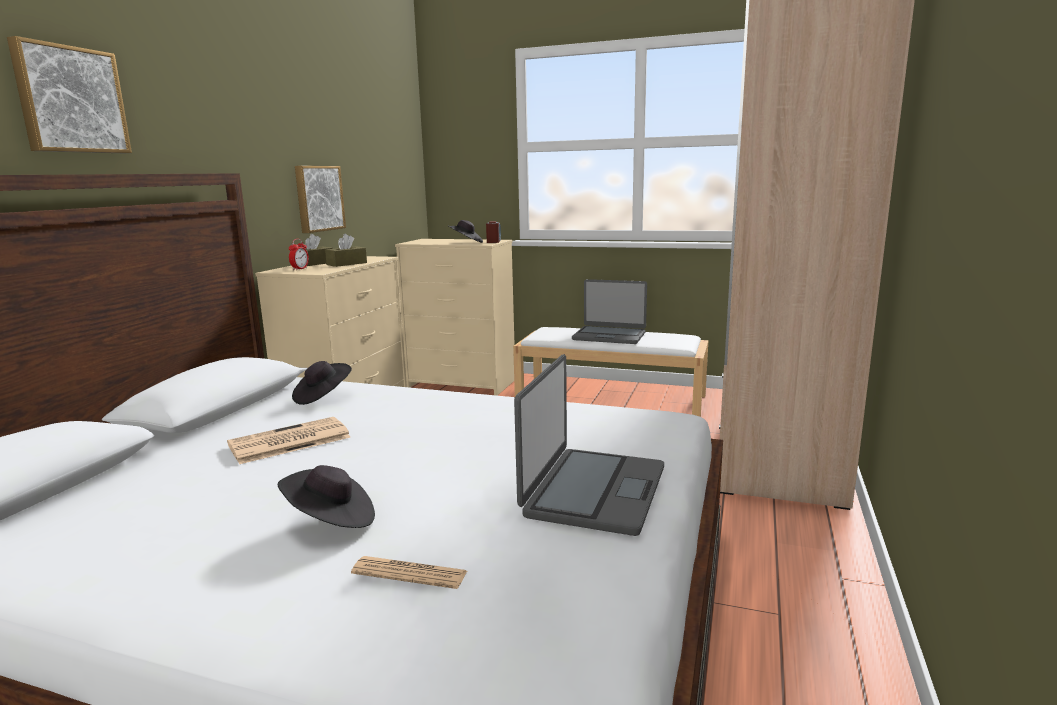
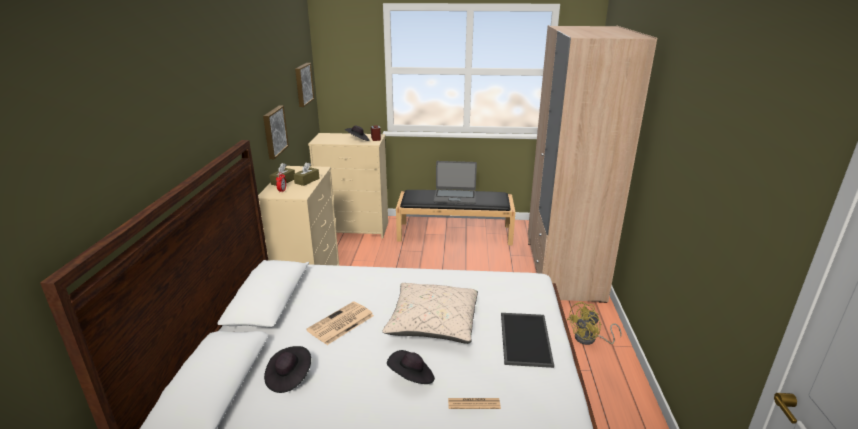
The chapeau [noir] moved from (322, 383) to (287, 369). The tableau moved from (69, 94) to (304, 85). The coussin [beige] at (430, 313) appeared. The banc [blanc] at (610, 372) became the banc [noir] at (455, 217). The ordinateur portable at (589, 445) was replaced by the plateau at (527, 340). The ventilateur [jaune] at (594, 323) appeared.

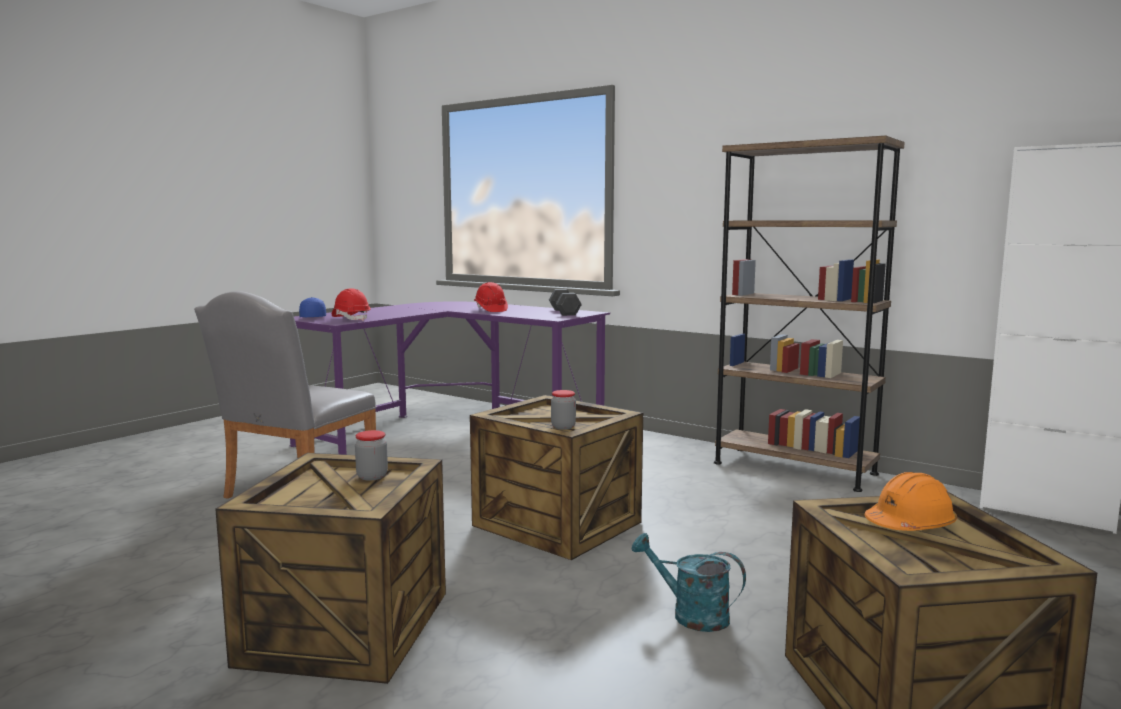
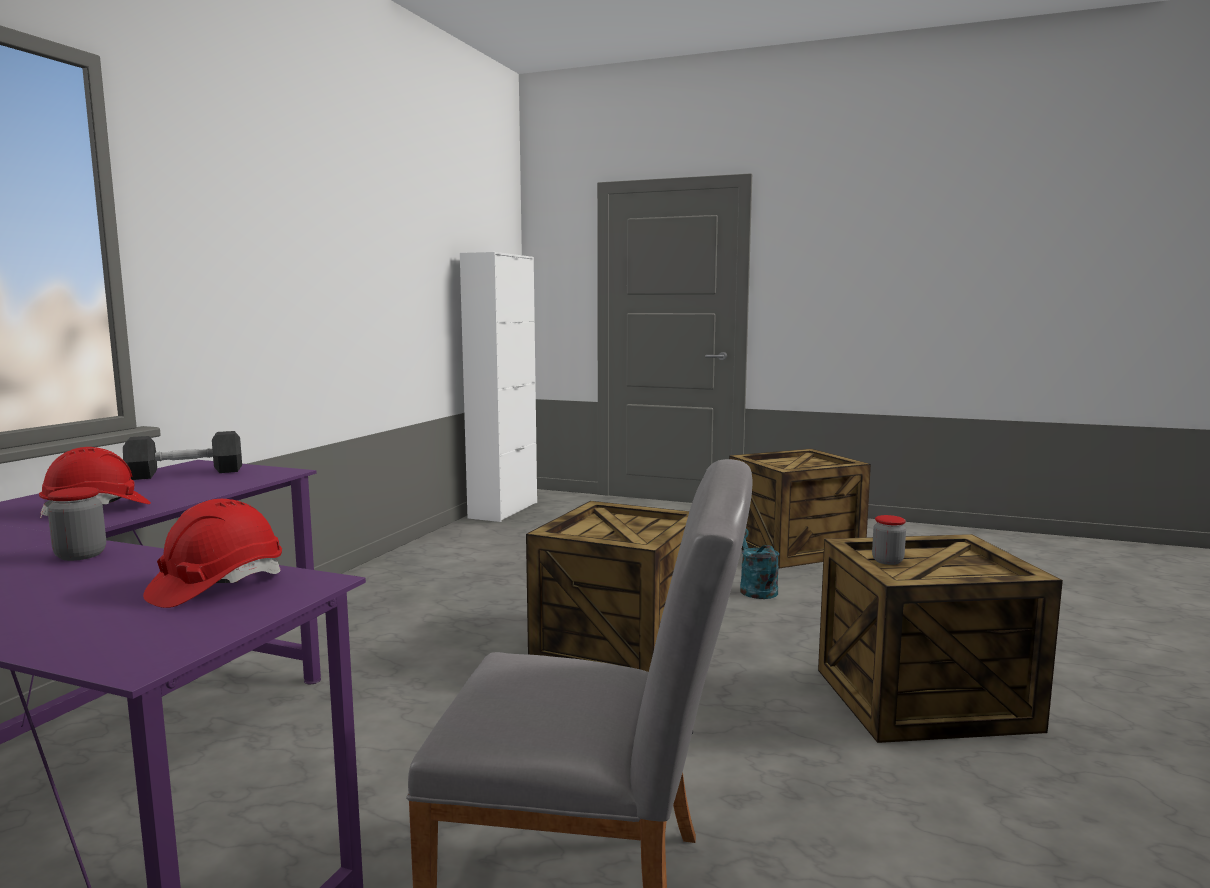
The bocal moved from (563, 410) to (76, 524). The arrosoir [turquoise] at (689, 582) turned 150 degrees clockwise. The casquette [bleu] at (312, 307) disappeared. The bibliothèque [marron] at (809, 314) disappeared. The casque de chantier [orange] at (910, 501) disappeared.

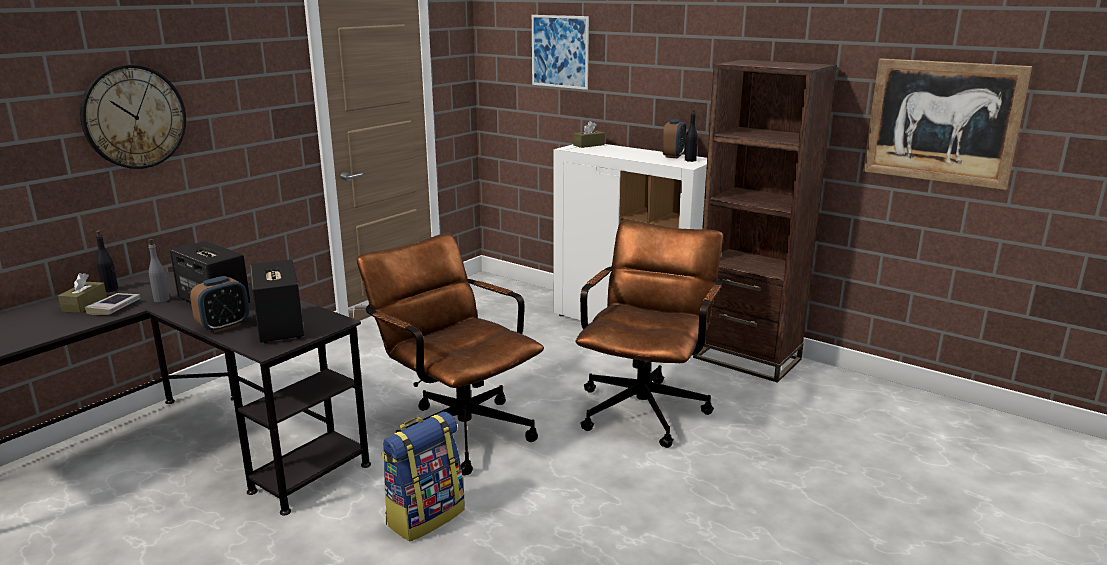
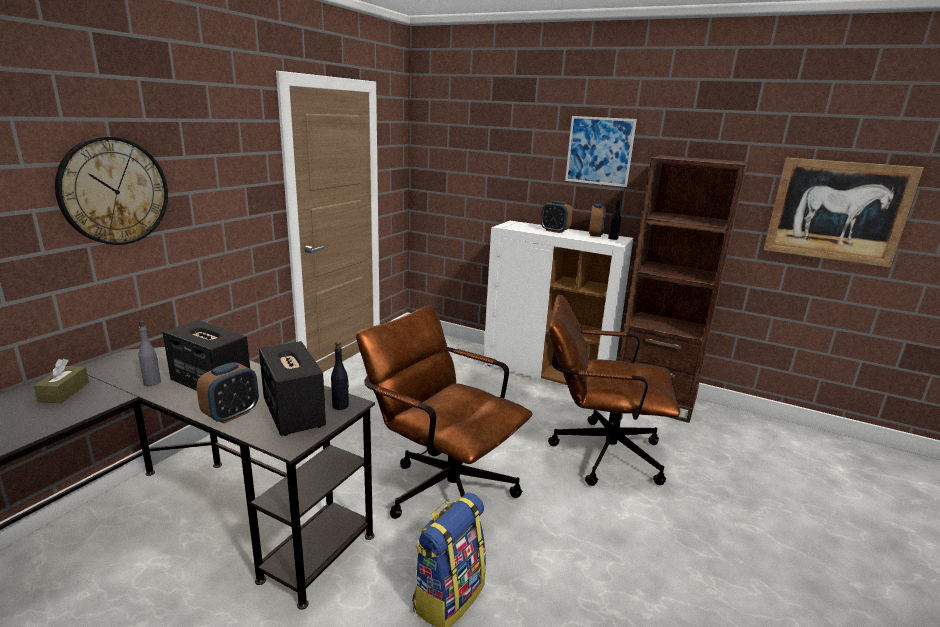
The bouteille [noir] moved from (107, 261) to (340, 376). The réveil at (557, 217) appeared. The chaise de bureau [marron] at (649, 334) turned 90 degrees counterclockwise. The tableau moved from (560, 52) to (601, 151). The livre at (113, 304) disappeared. The boîte à mouchoirs [marron] at (589, 134) disappeared.

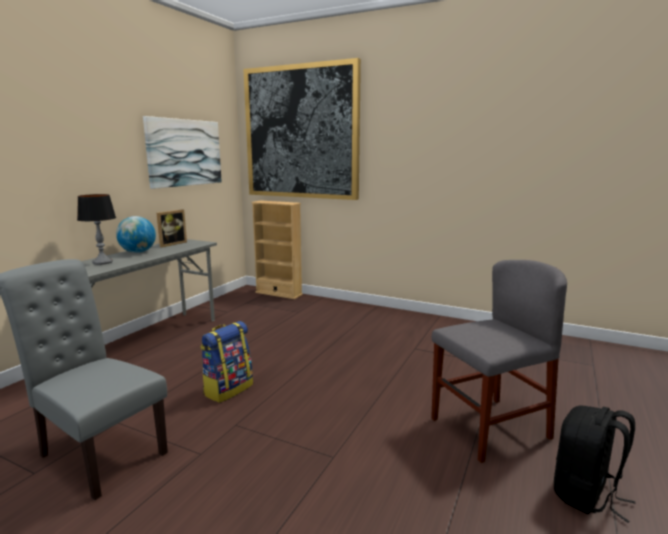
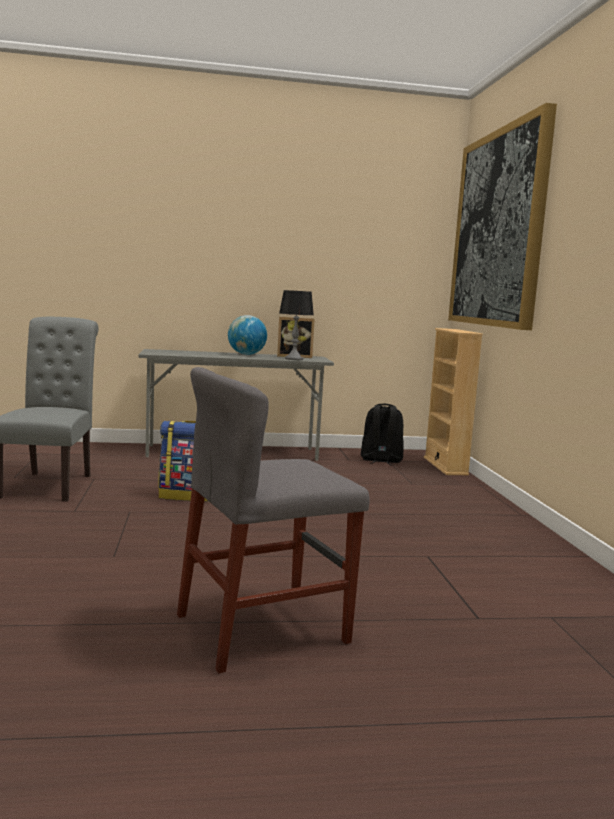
The chaise [gris] at (499, 361) turned 120 degrees clockwise. The lampe de table moved from (96, 229) to (296, 325). The sac à dos [noir] moved from (595, 464) to (382, 434). The tableau at (182, 152) disappeared.

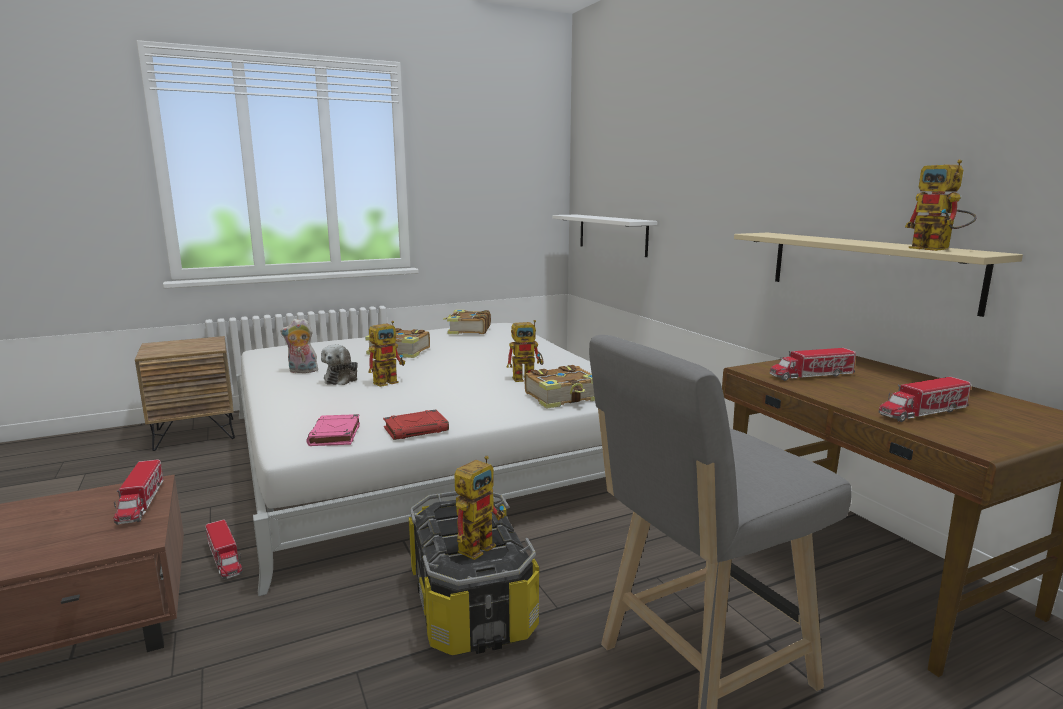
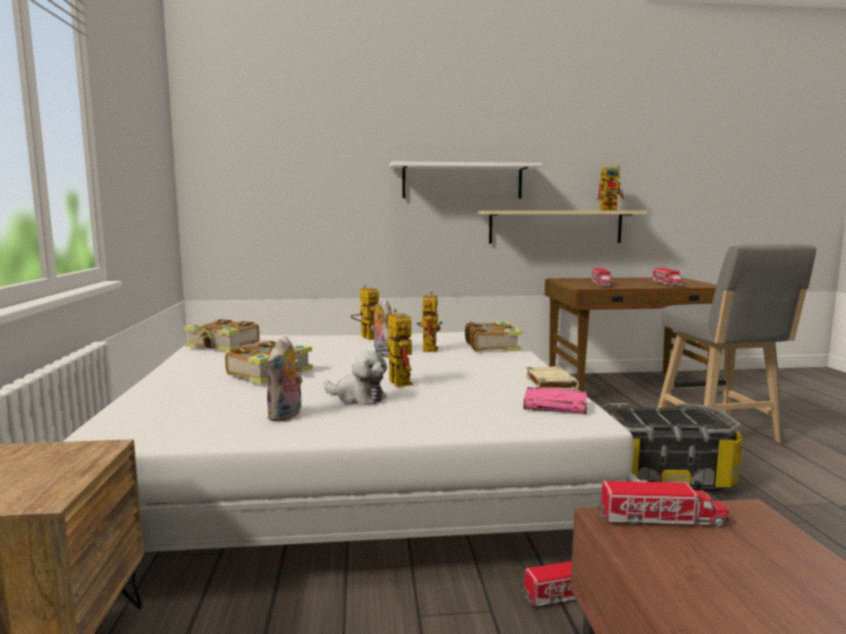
The robot jouet moved from (479, 508) to (365, 312). The peluche at (381, 326) appeared. The étagère [blanc] moved from (604, 236) to (466, 180). The livre [rouge] at (416, 424) became the livre [beige] at (552, 378).

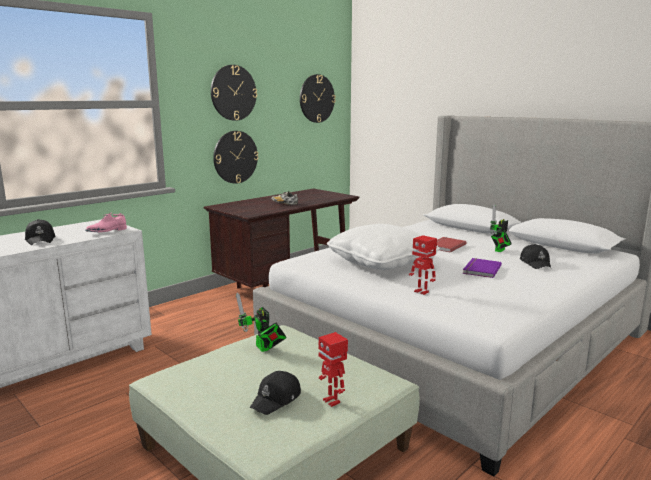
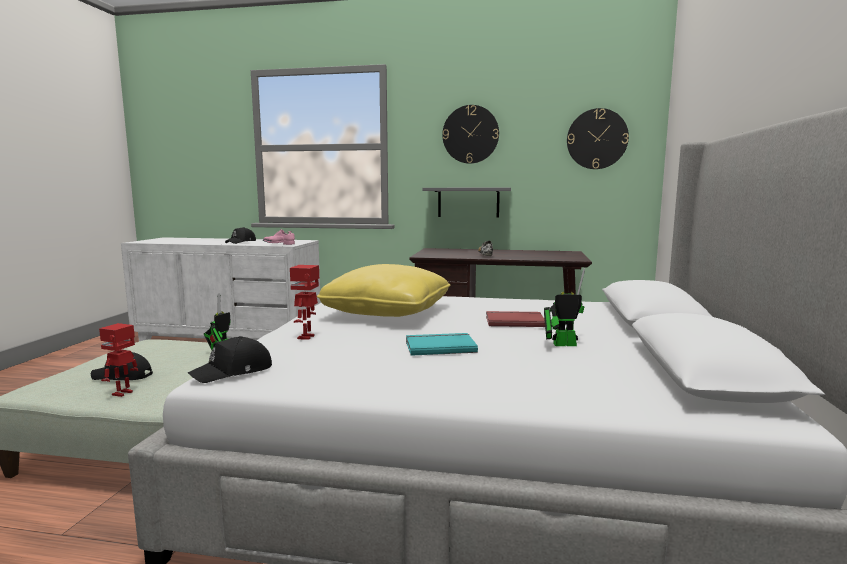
The casquette [noir] moved from (535, 256) to (229, 359). The coussin [blanc] at (383, 247) became the coussin [jaune] at (383, 290). The livre [violet] at (482, 268) became the livre [turquoise] at (442, 344). The horloge murale at (236, 157) was replaced by the étagère [gris] at (466, 203).

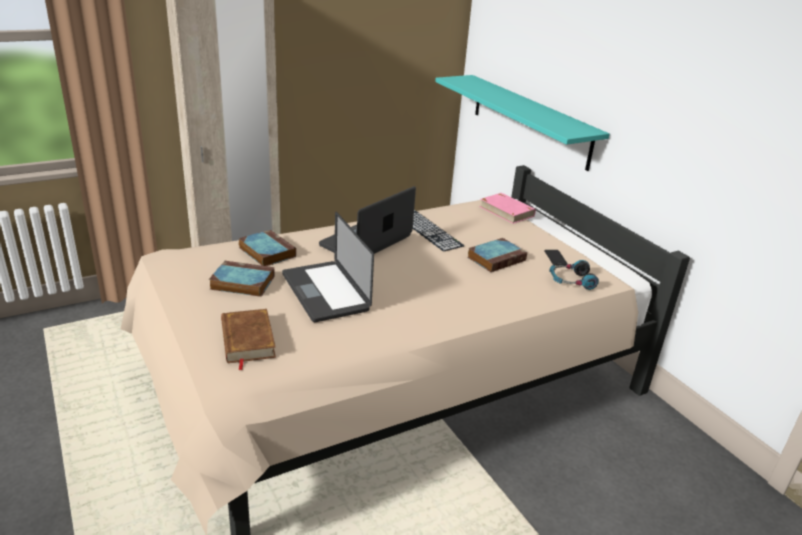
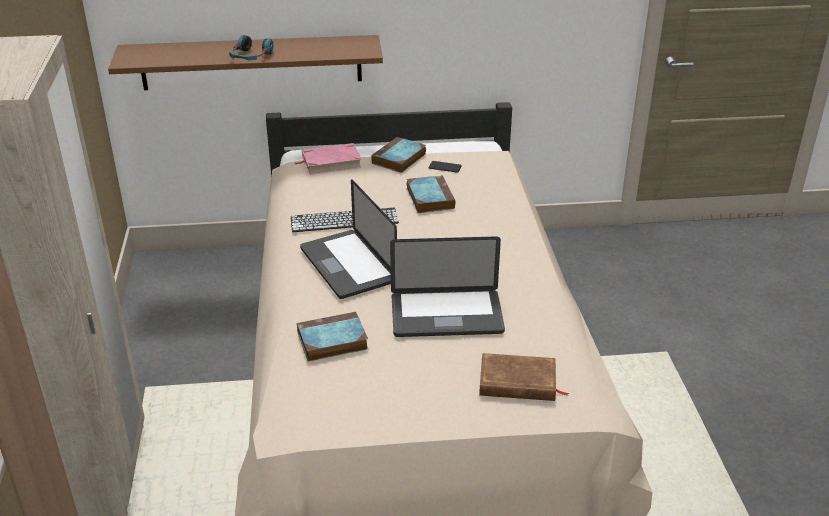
The étagère [turquoise] at (522, 123) became the étagère [marron] at (245, 62). The casque audio moved from (574, 275) to (251, 48). The livre moved from (242, 279) to (398, 155).

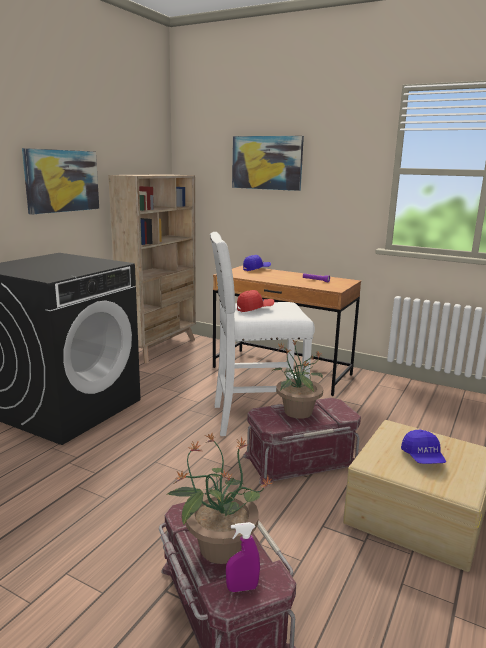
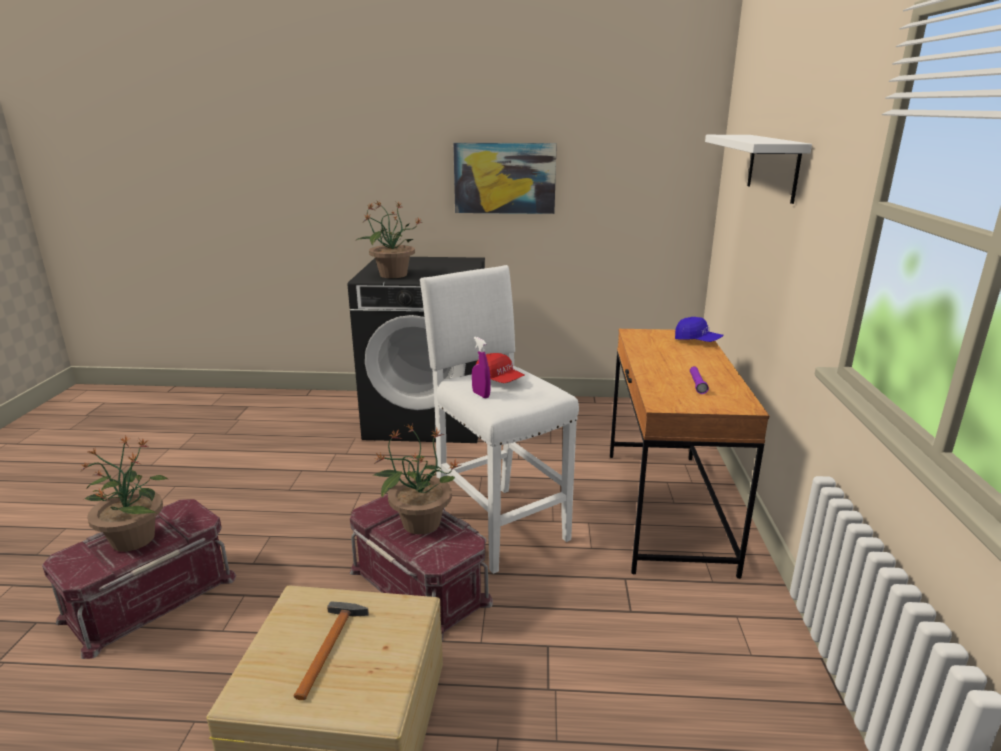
The casquette [bleu] at (423, 447) was replaced by the marteau at (331, 650). The plante en pot at (388, 239) appeared. The vaporisateur [violet] moved from (243, 557) to (481, 367). The tableau at (268, 163) was replaced by the étagère [blanc] at (758, 169). The bibliothèque [beige] at (152, 269) disappeared.

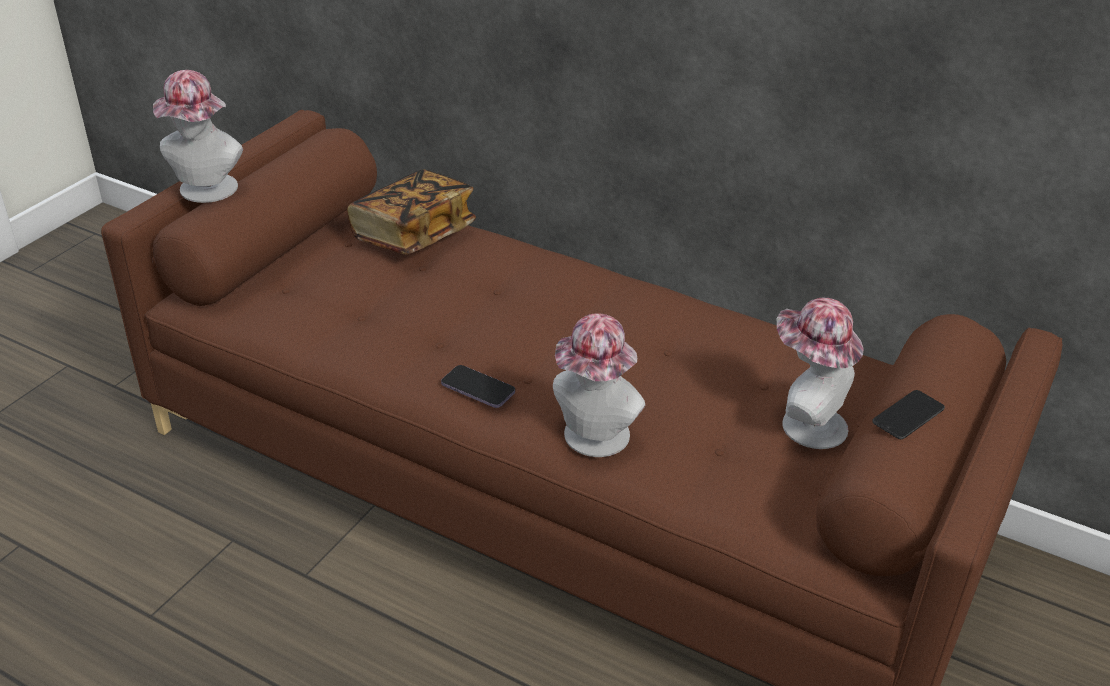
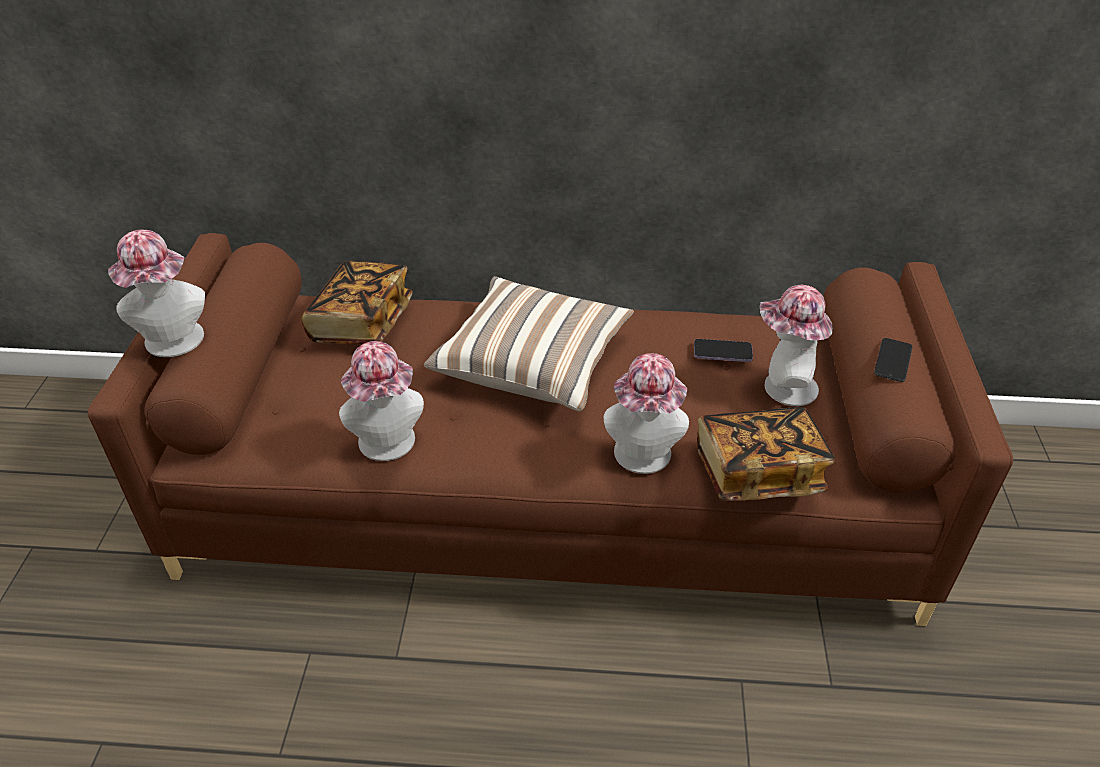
The chapeau at (381, 401) appeared. The coussin at (529, 343) appeared. The téléphone moved from (478, 386) to (723, 350). The livre at (766, 454) appeared.

